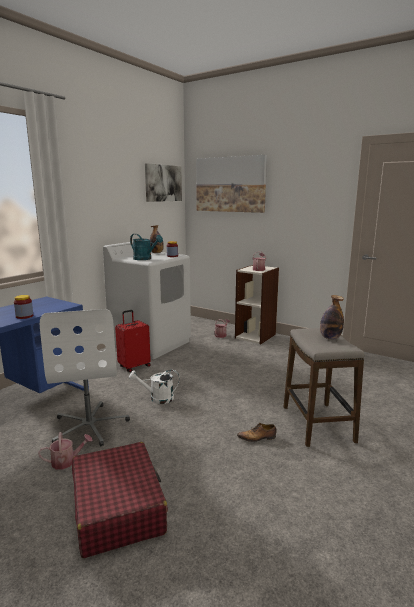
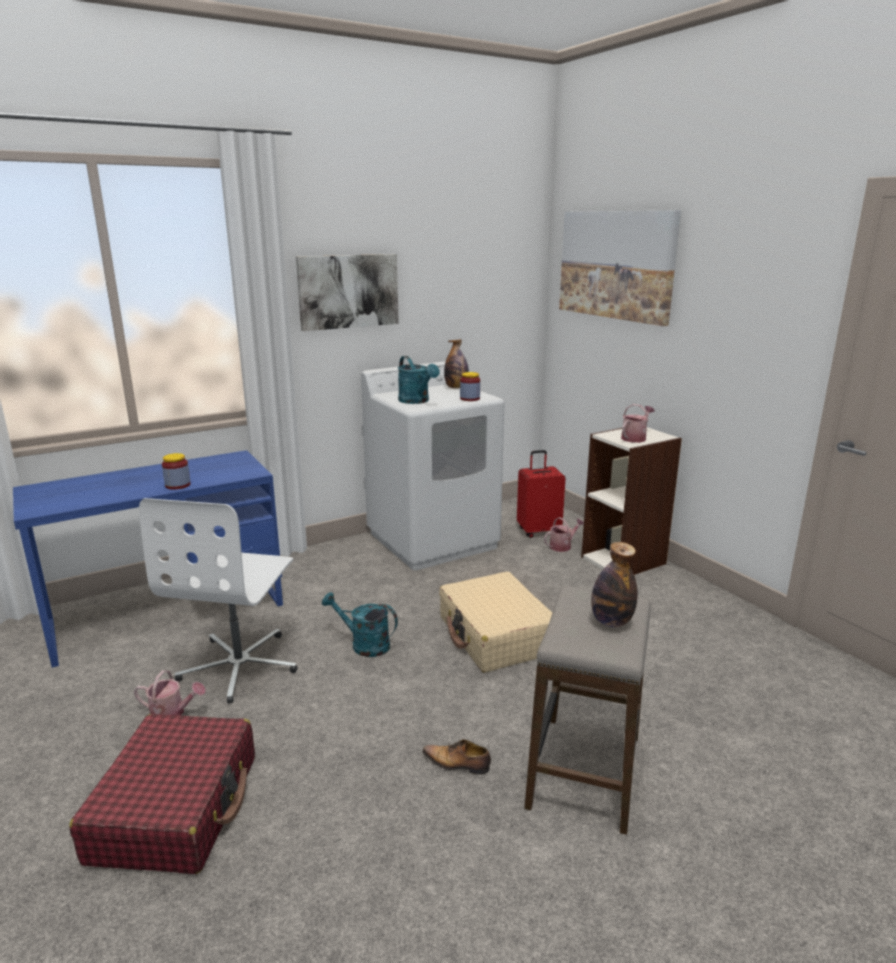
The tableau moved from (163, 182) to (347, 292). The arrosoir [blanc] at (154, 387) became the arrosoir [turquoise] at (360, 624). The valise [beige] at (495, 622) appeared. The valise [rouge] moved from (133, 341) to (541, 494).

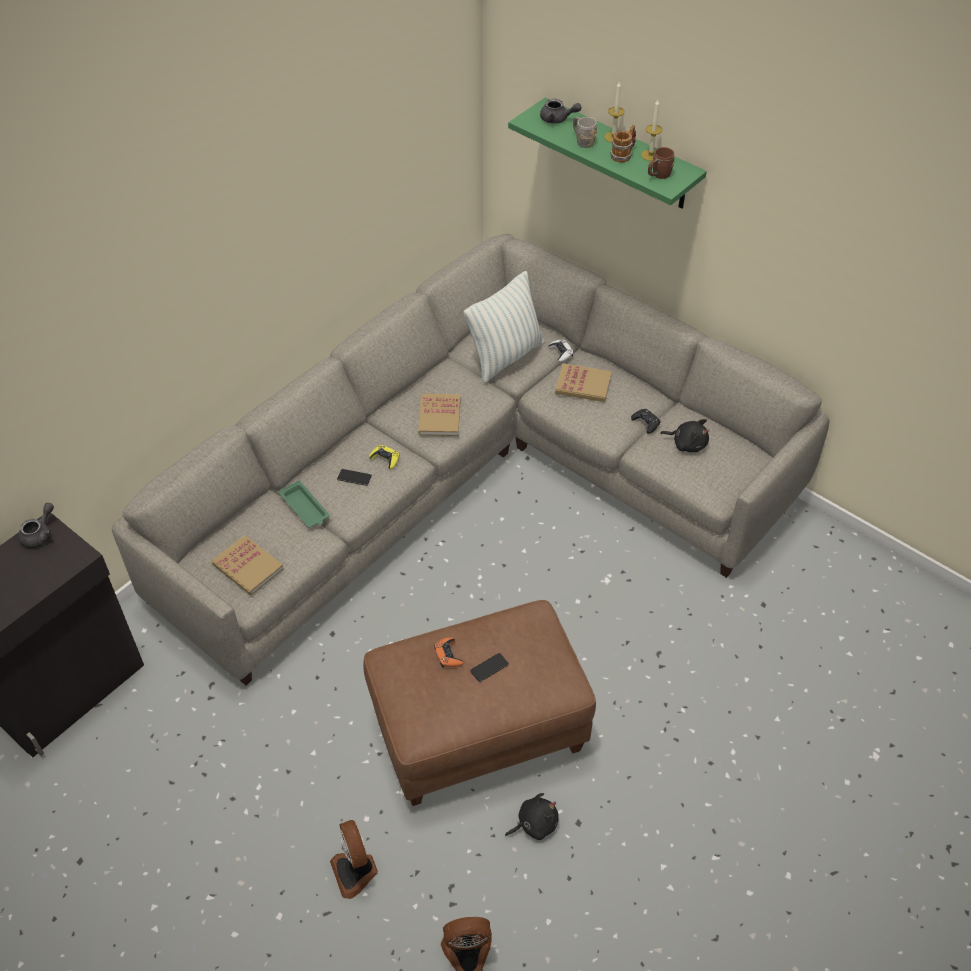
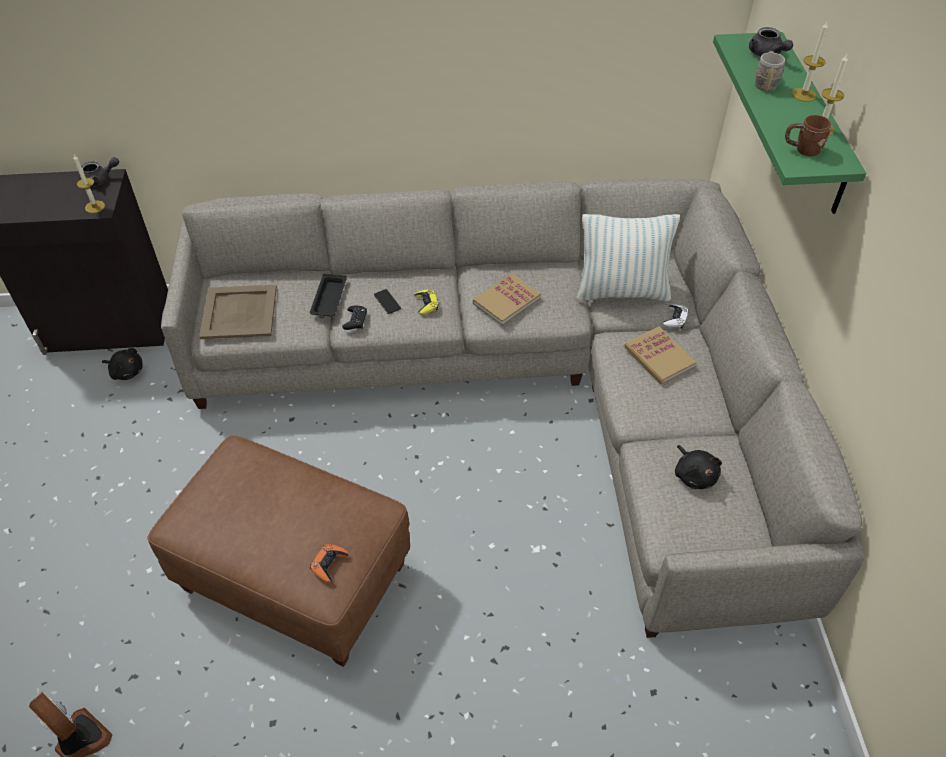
The bougie at (89, 184) appeared. The peluche [noir] moved from (532, 816) to (122, 364). The livre at (248, 565) was replaced by the plateau [beige] at (238, 312). The plateau [vert] at (304, 504) became the plateau [noir] at (328, 296). The manette [orange] moved from (449, 653) to (329, 563). The manette [noir] moved from (646, 421) to (354, 317). The ventilateur at (354, 859) disappeared. The téléphone at (489, 667) disappeared. The mug at (623, 144) disappeared.

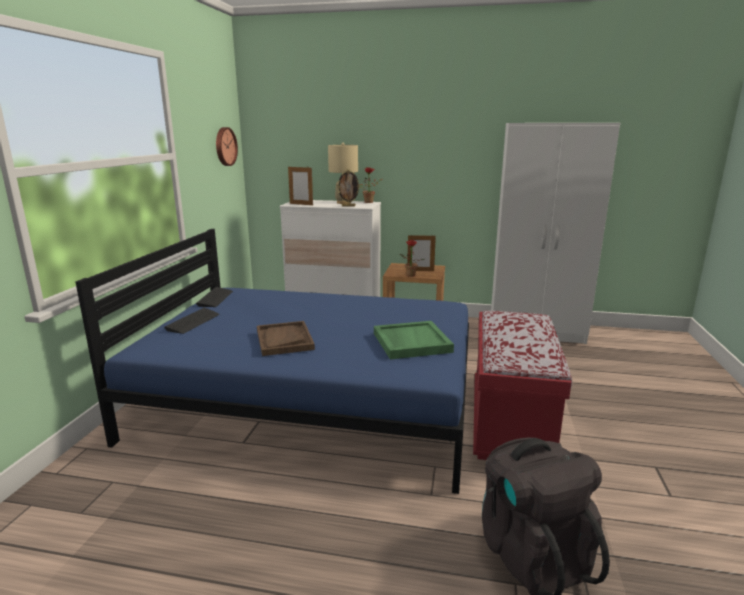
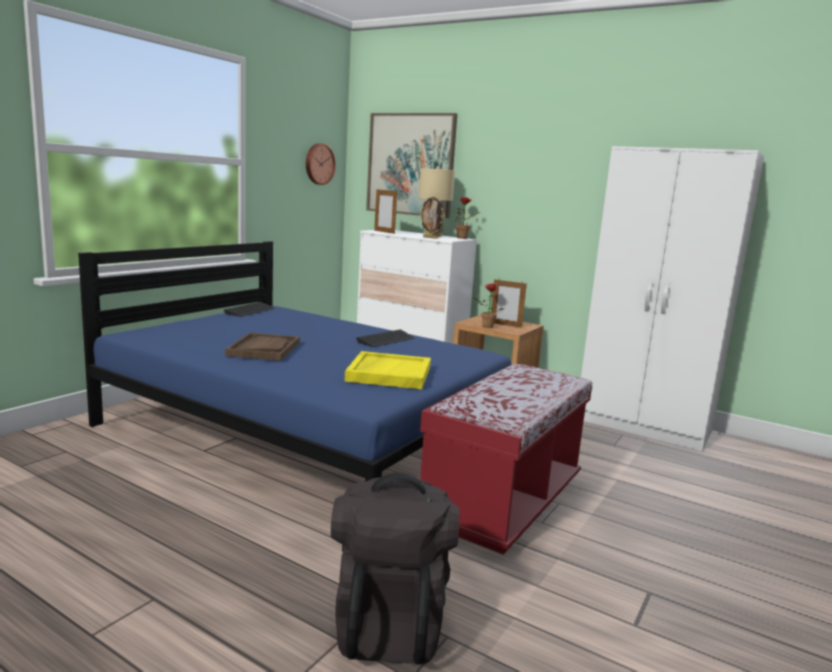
The plateau [vert] at (414, 340) became the plateau [jaune] at (387, 370). The clavier moved from (192, 321) to (385, 338). The tableau at (411, 165) appeared.

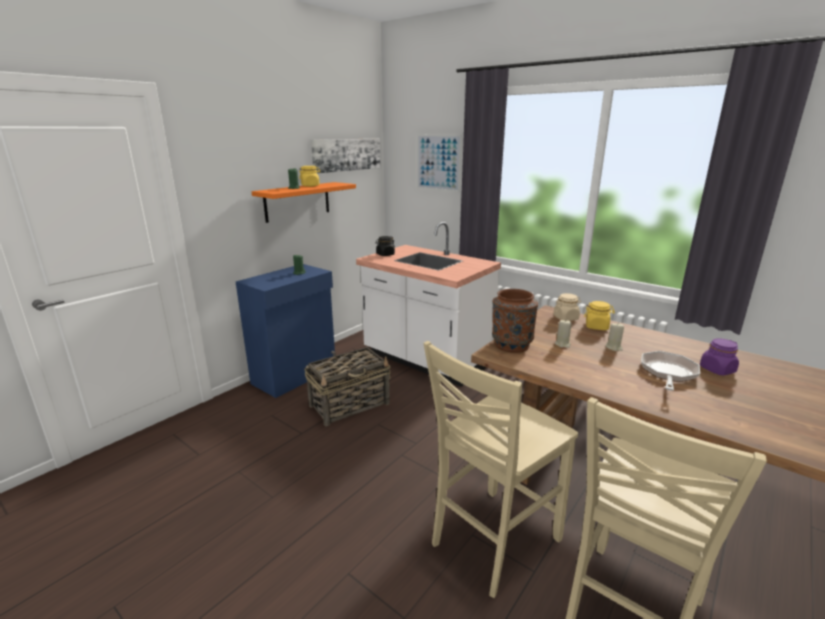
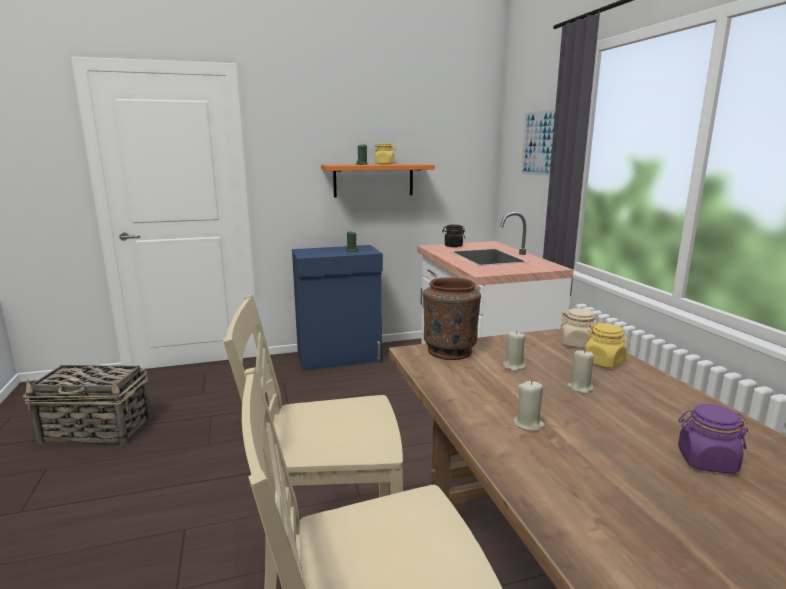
The panier moved from (347, 386) to (87, 405). The bougie [beige] at (529, 406) appeared. The tableau at (345, 156) disappeared. The poêle at (670, 371) disappeared.

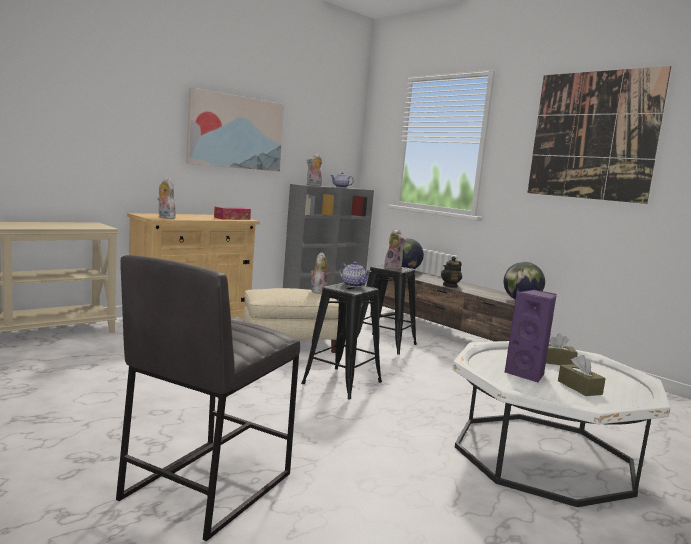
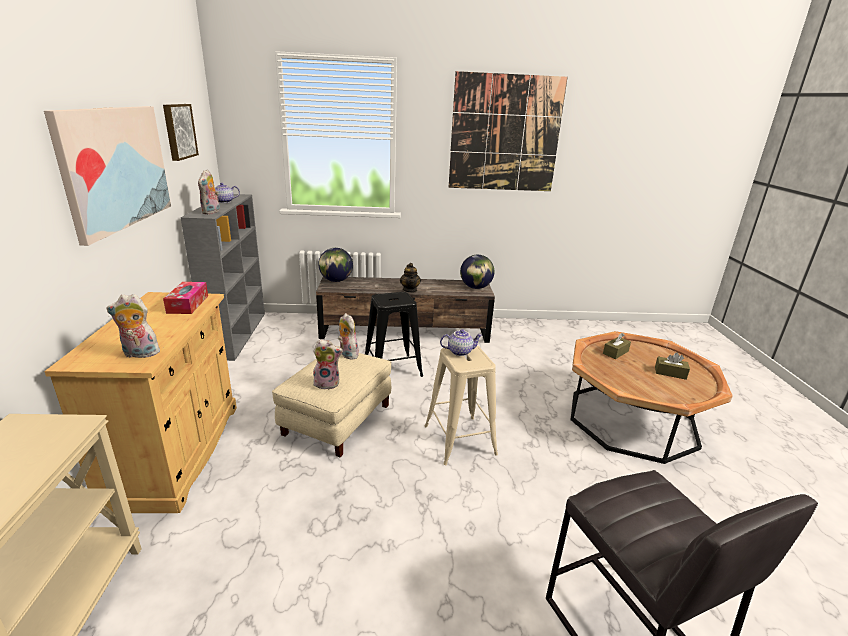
The tableau at (181, 132) appeared. The peluche moved from (395, 249) to (327, 364). The tabouret [noir] at (341, 340) became the tabouret [beige] at (461, 405). The table basse [blanc] at (561, 424) became the table basse [marron] at (651, 397). The enceinte [violet] at (531, 336) disappeared.

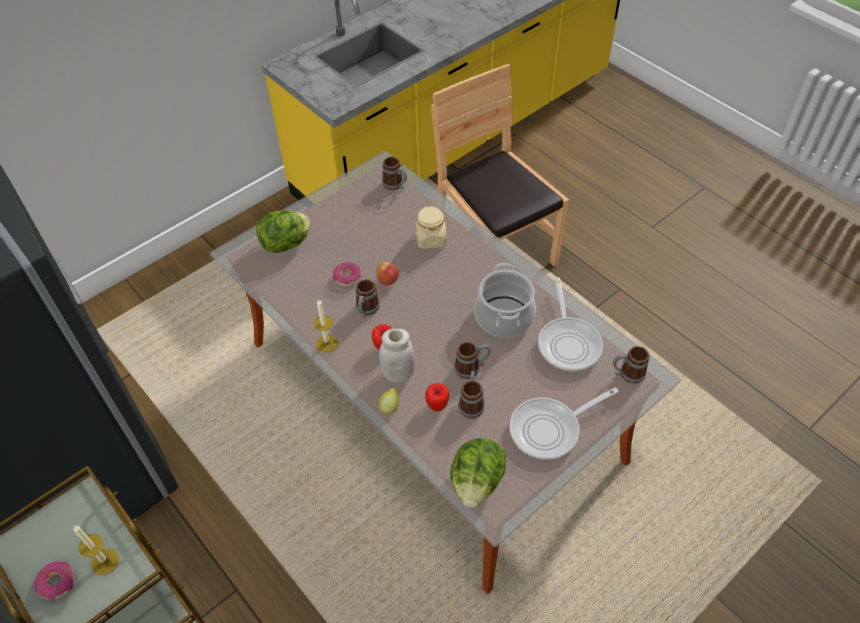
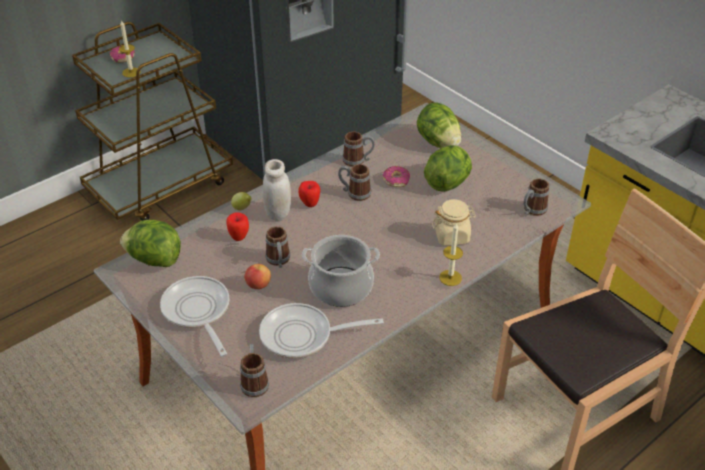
The pomme moved from (387, 273) to (257, 276). The mug moved from (471, 394) to (358, 149). The laitue at (448, 168) appeared. The bougie moved from (326, 325) to (451, 254).

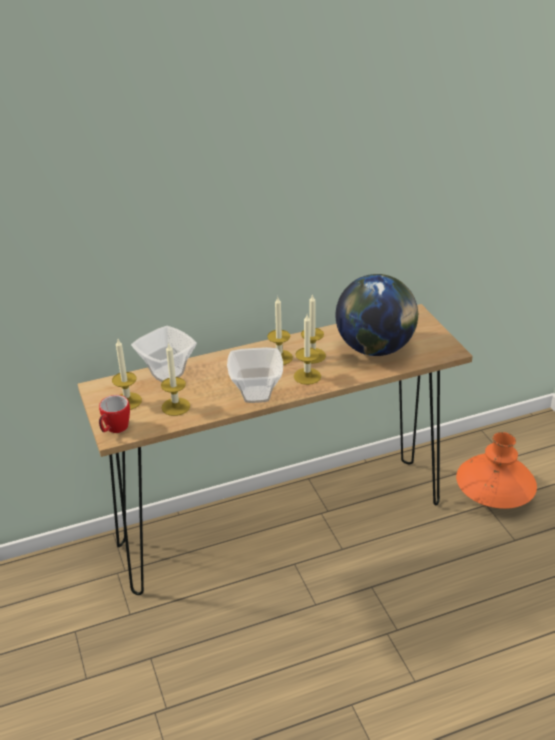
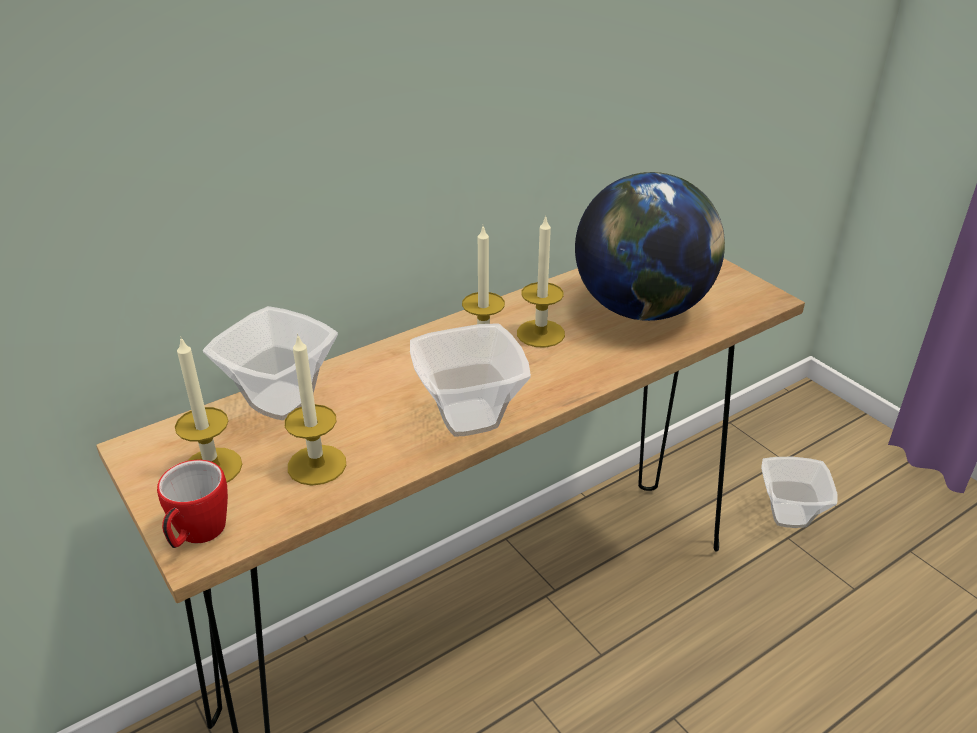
The vase [orange] at (496, 470) was replaced by the bol at (799, 492). The bougie at (307, 350) disappeared.

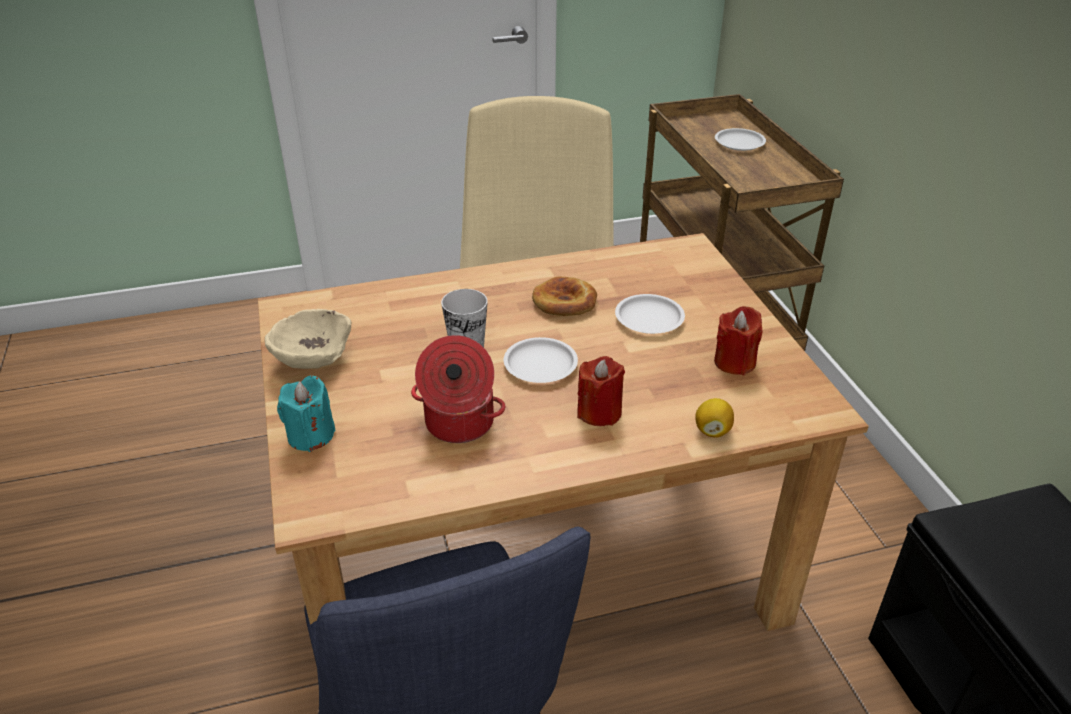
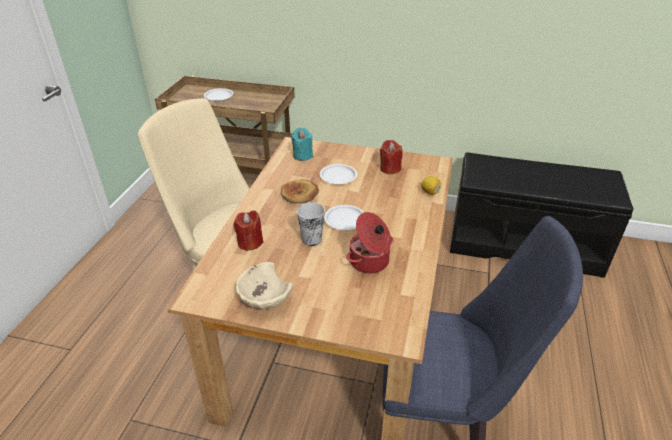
The bougie [rouge] moved from (601, 391) to (248, 230). The bougie [turquoise] moved from (306, 414) to (302, 144).

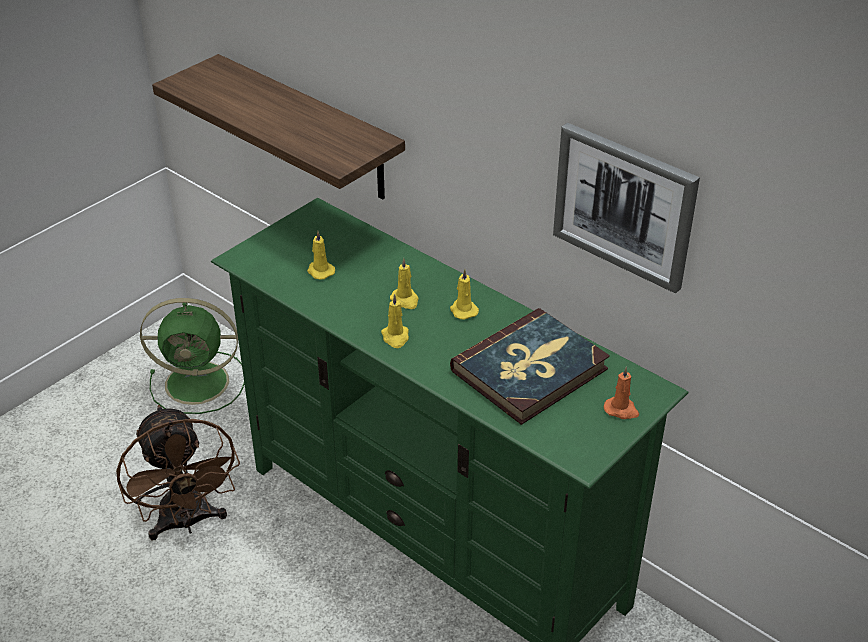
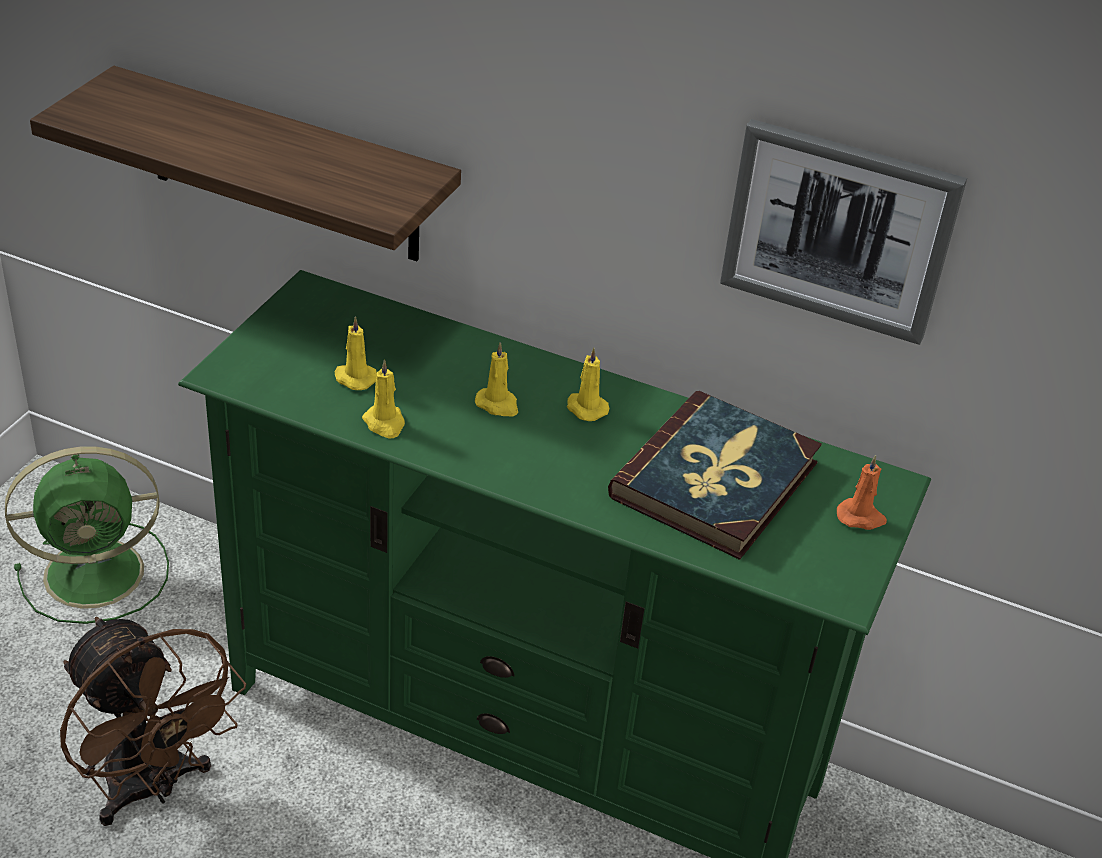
The bougie [jaune] moved from (395, 321) to (383, 399).

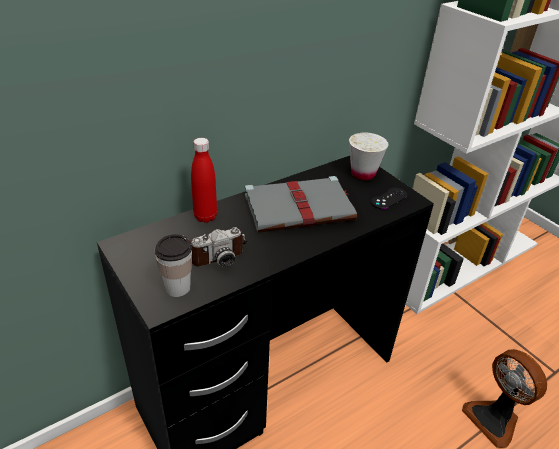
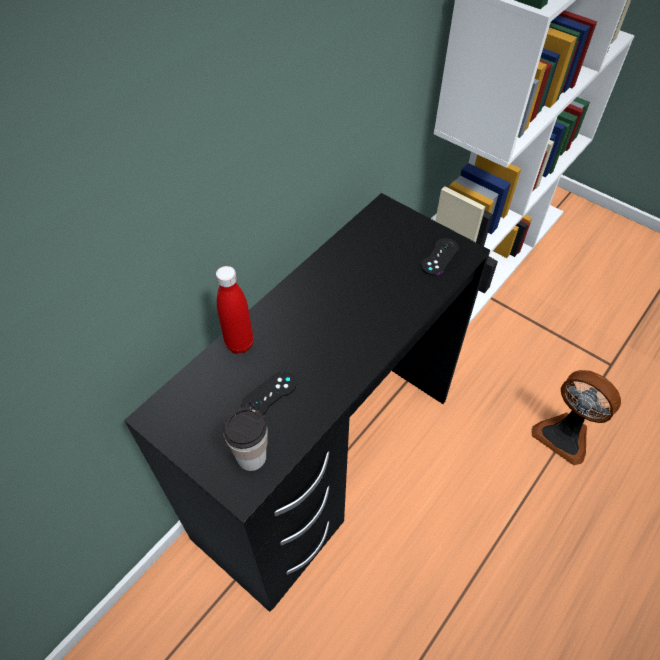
The appareil photo at (218, 247) was replaced by the manette [noir] at (269, 393). The livre [gris] at (301, 204) disappeared. The tasse [blanc] at (368, 156) disappeared.

